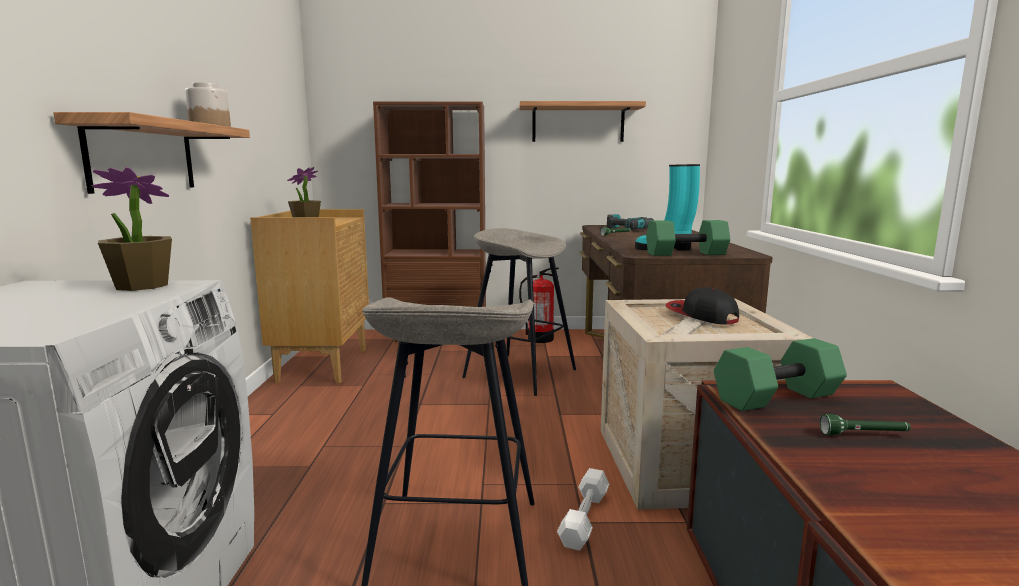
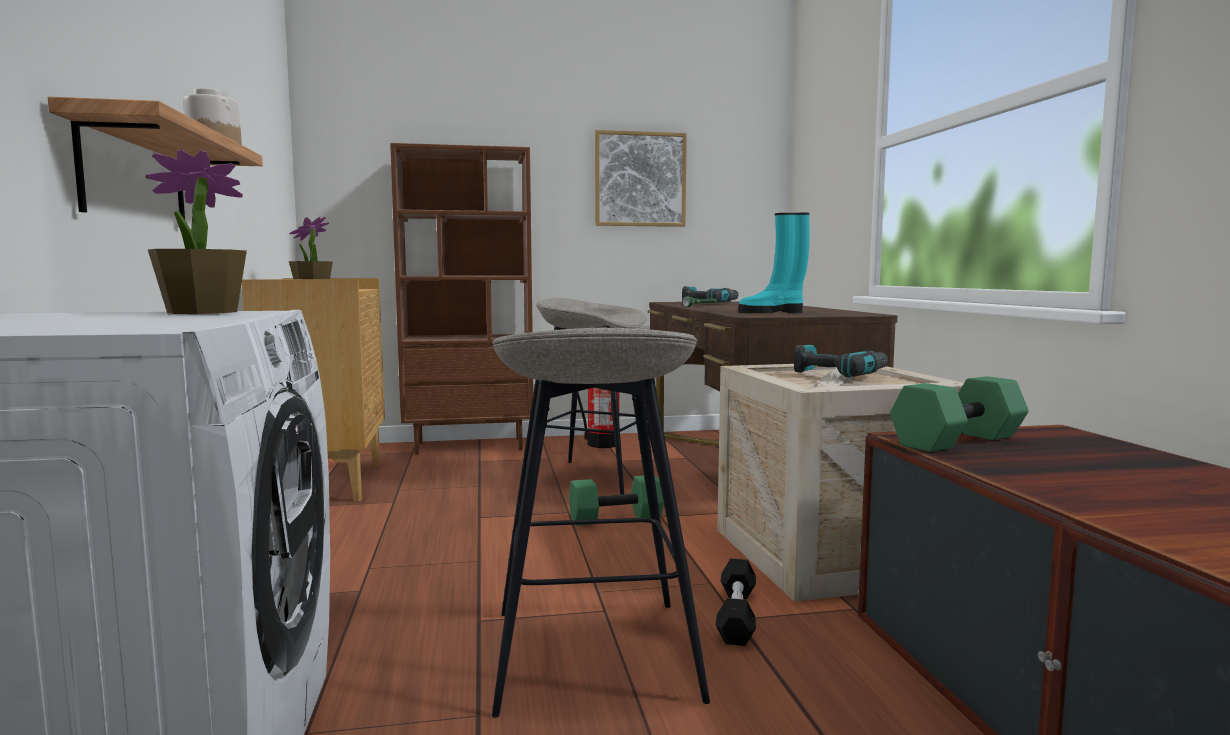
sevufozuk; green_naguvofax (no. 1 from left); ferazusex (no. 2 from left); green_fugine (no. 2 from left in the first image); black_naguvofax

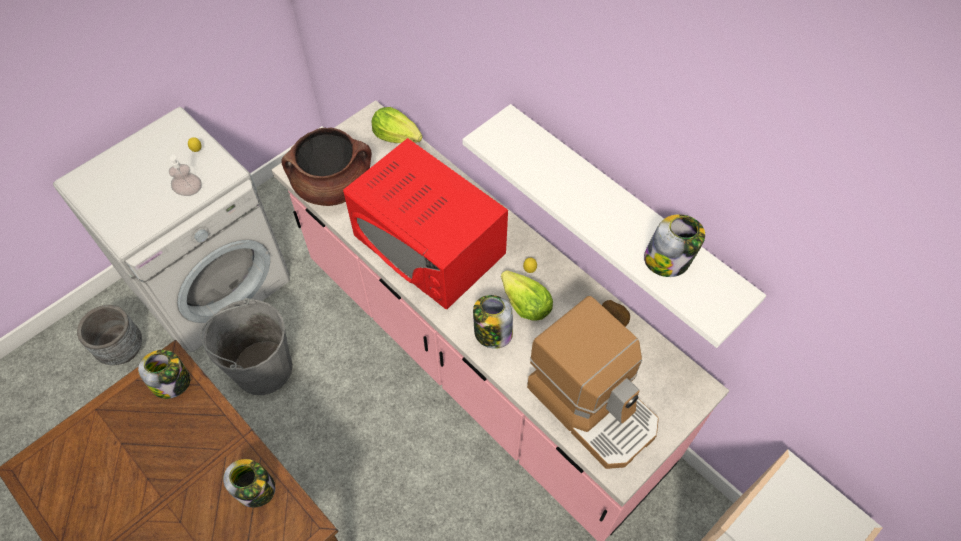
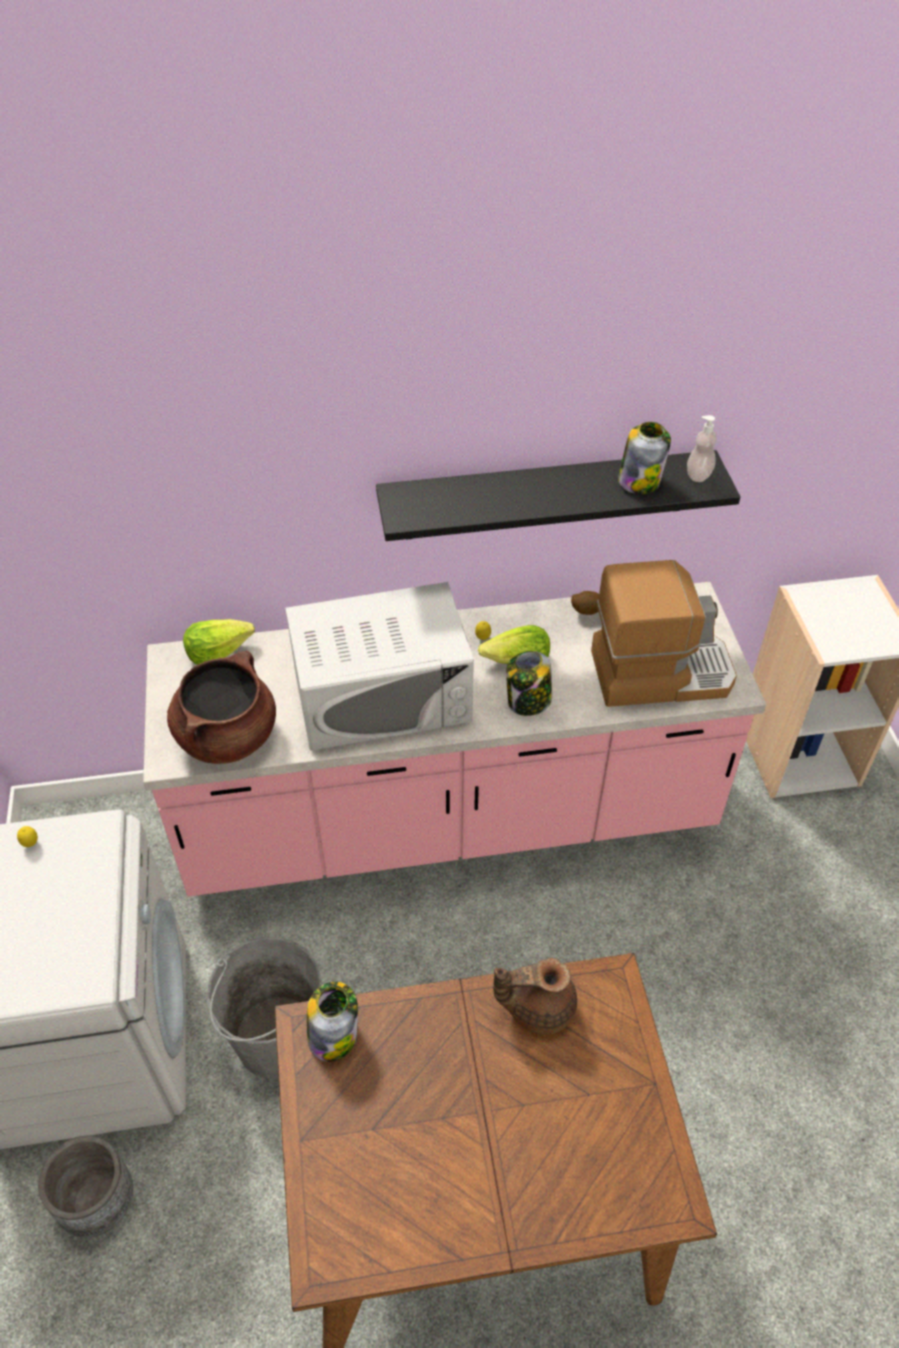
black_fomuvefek; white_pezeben; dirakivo; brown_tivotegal

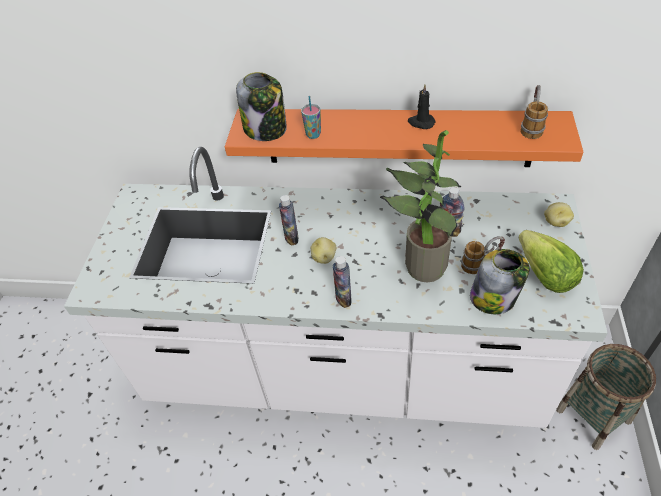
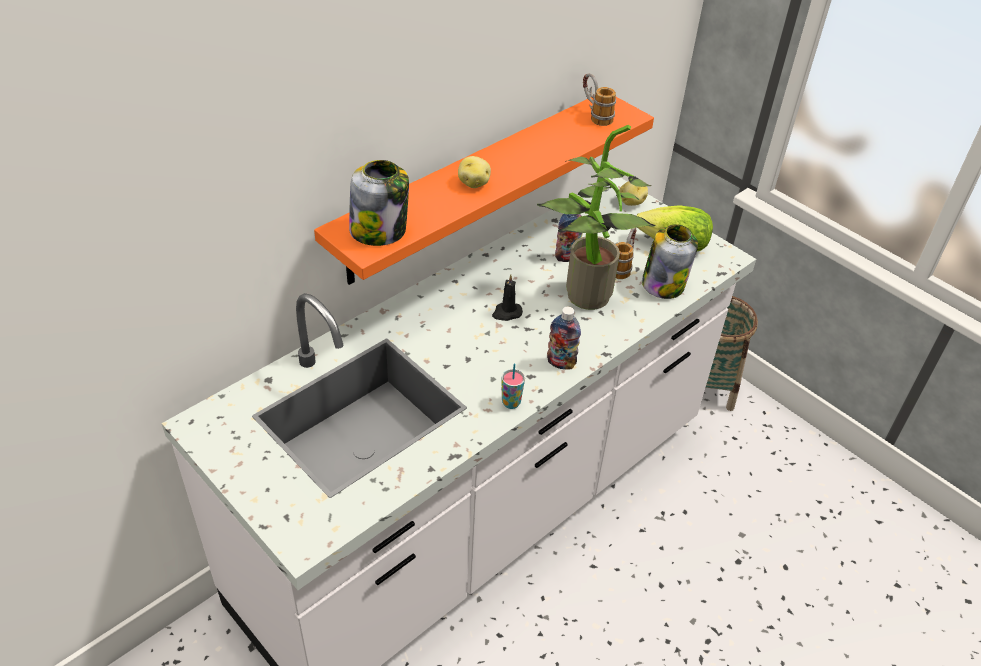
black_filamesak; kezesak; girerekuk (no. 1 from left in the first image); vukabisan (no. 1 from left)

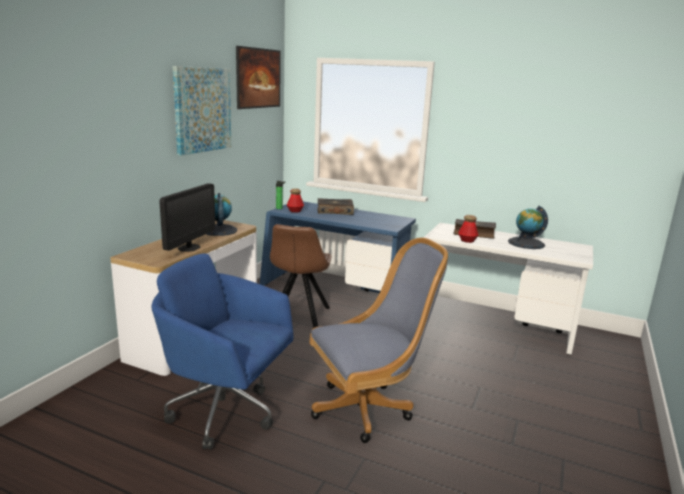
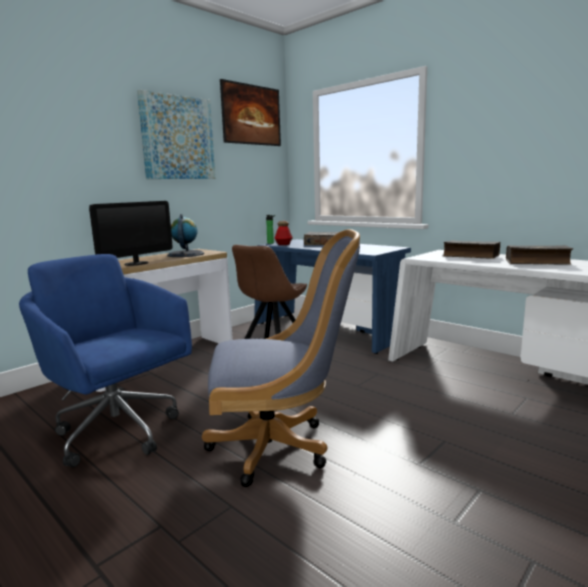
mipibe (no. 3 from left); girerekuk (no. 3 from left in the first image)

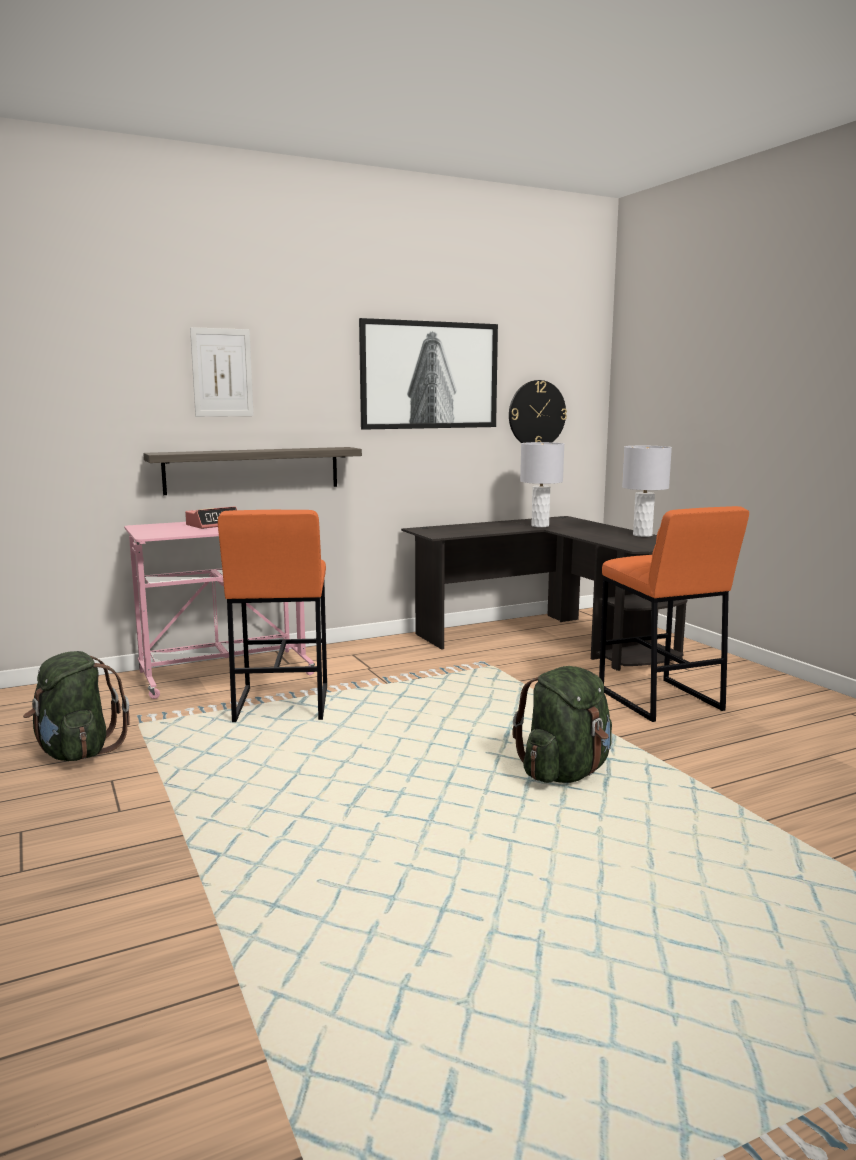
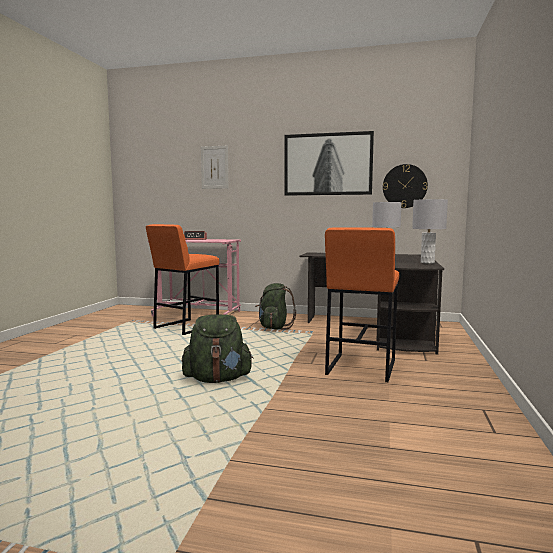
fomuvefek; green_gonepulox (no. 2 from left)

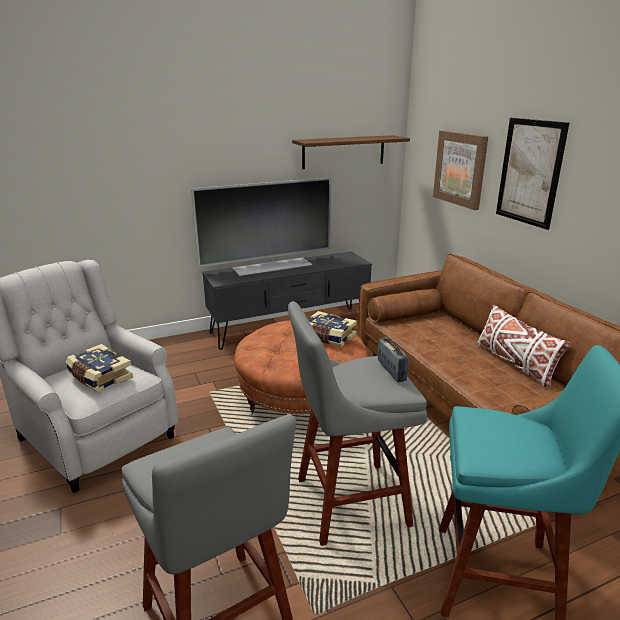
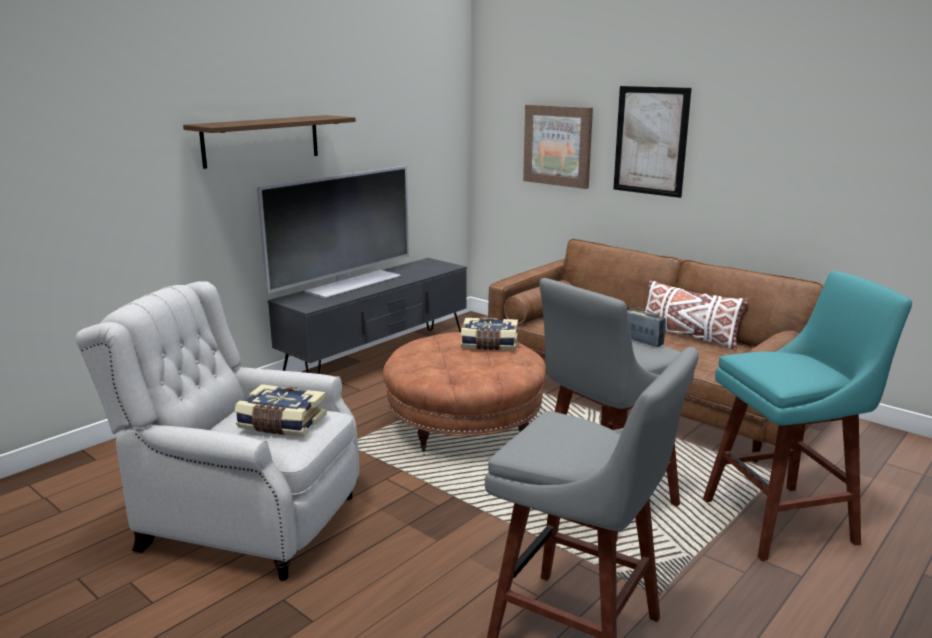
fomuvefek

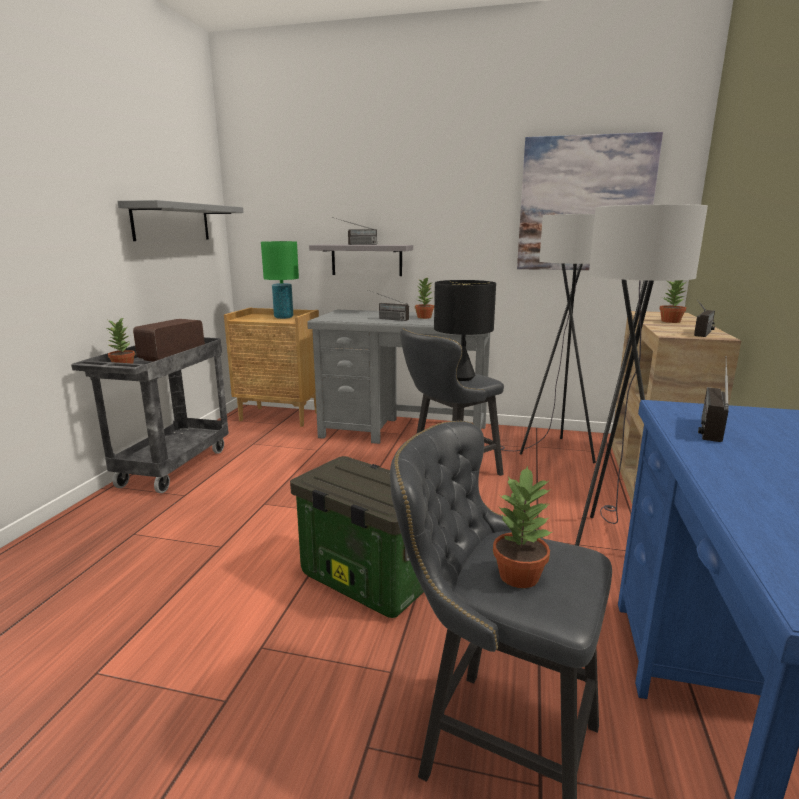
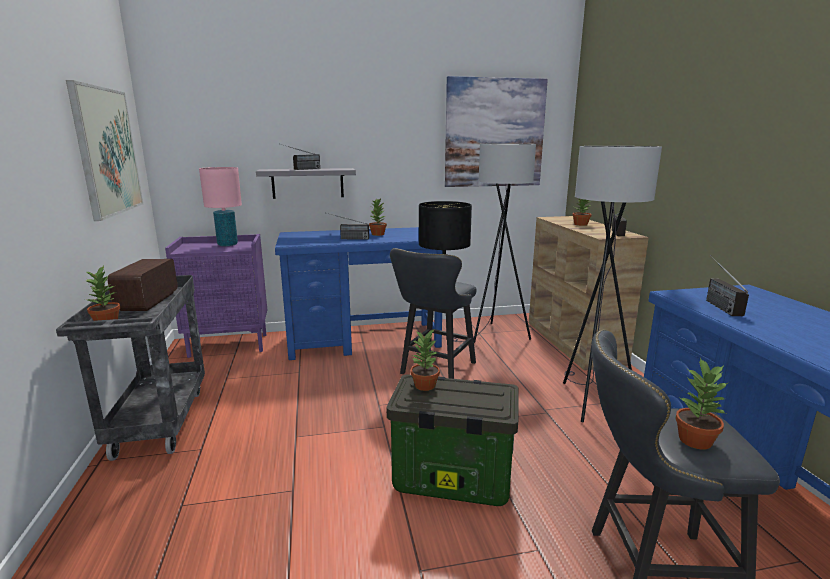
sevufozuk (no. 1 from left); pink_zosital; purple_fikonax; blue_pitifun (no. 1 from left); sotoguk (no. 3 from left)

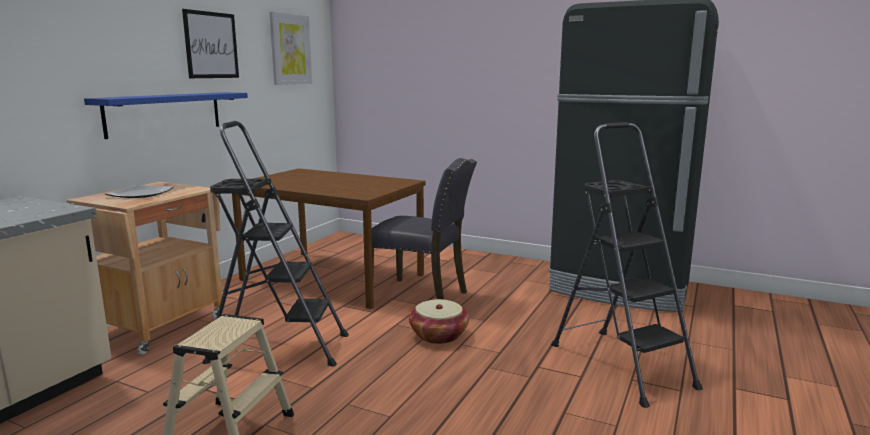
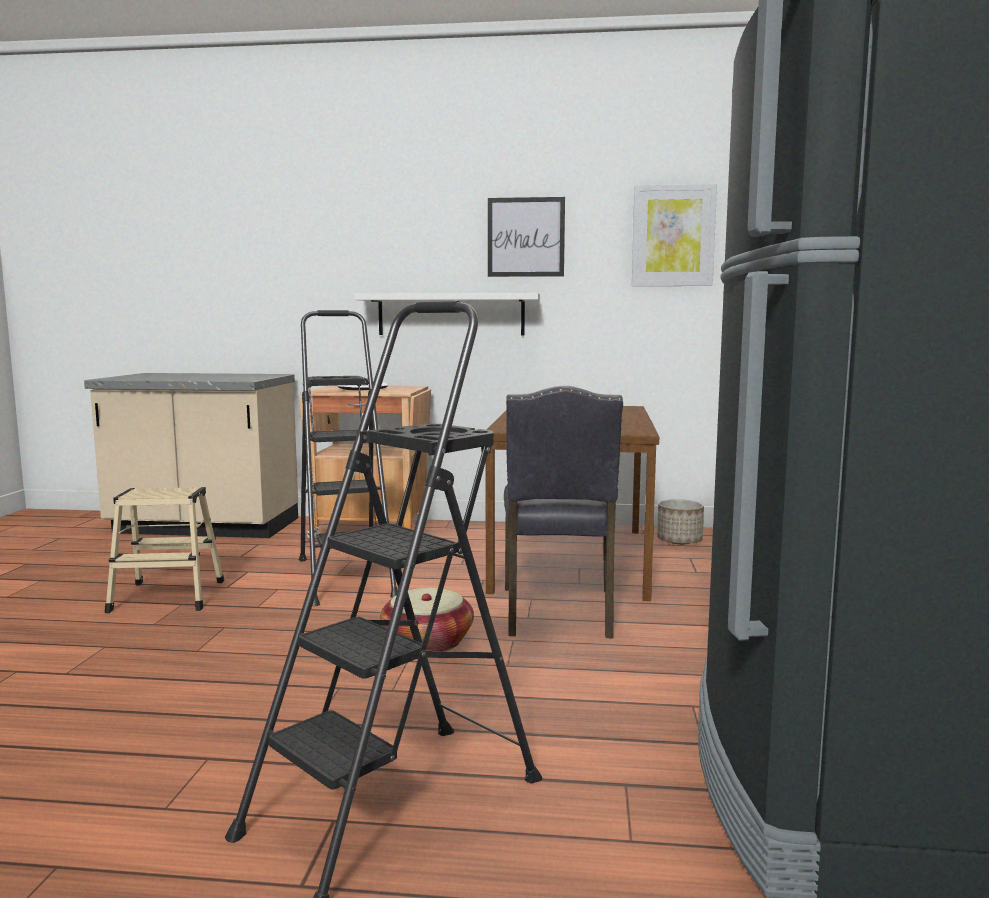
white_fomuvefek; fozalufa

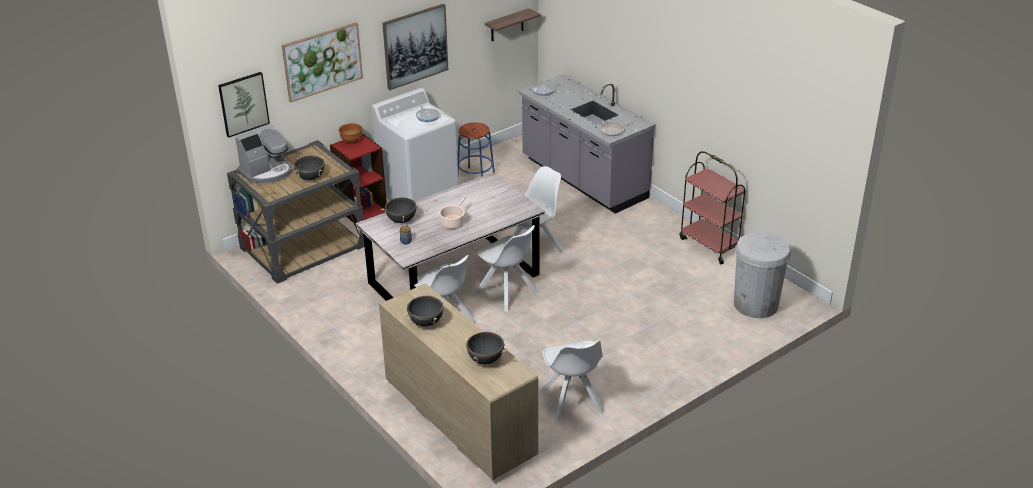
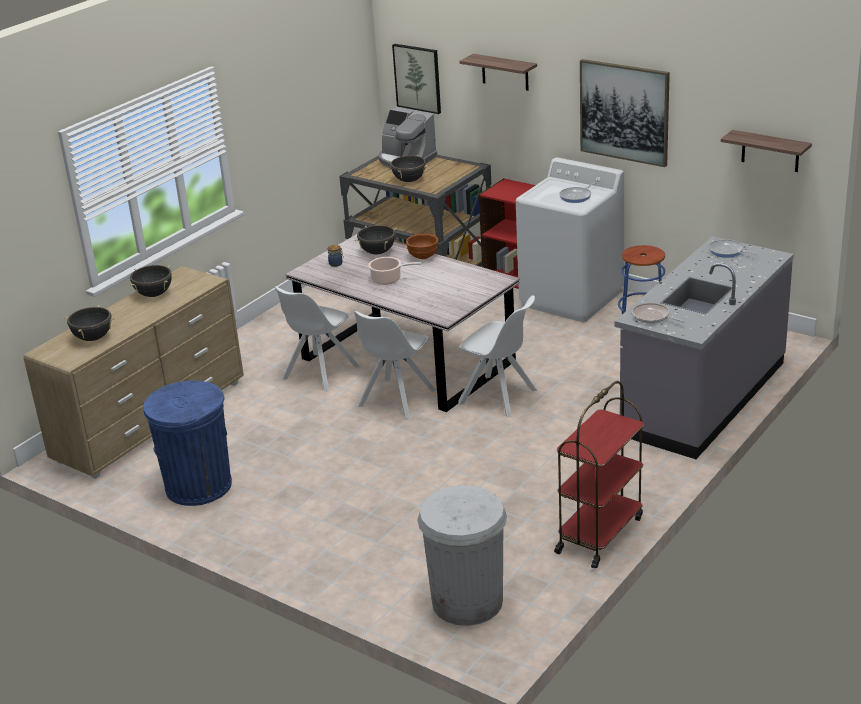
fomuvefek (no. 1 from left); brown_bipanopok; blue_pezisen

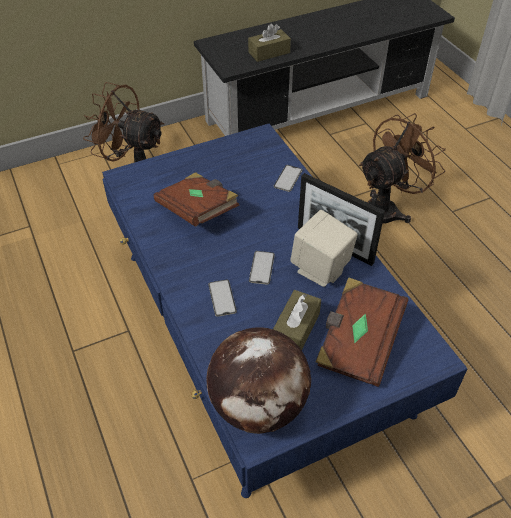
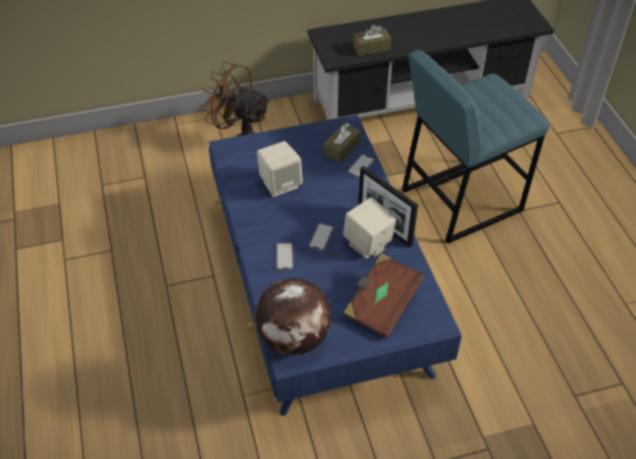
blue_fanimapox; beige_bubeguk (no. 1 from left); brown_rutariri (no. 1 from left)

